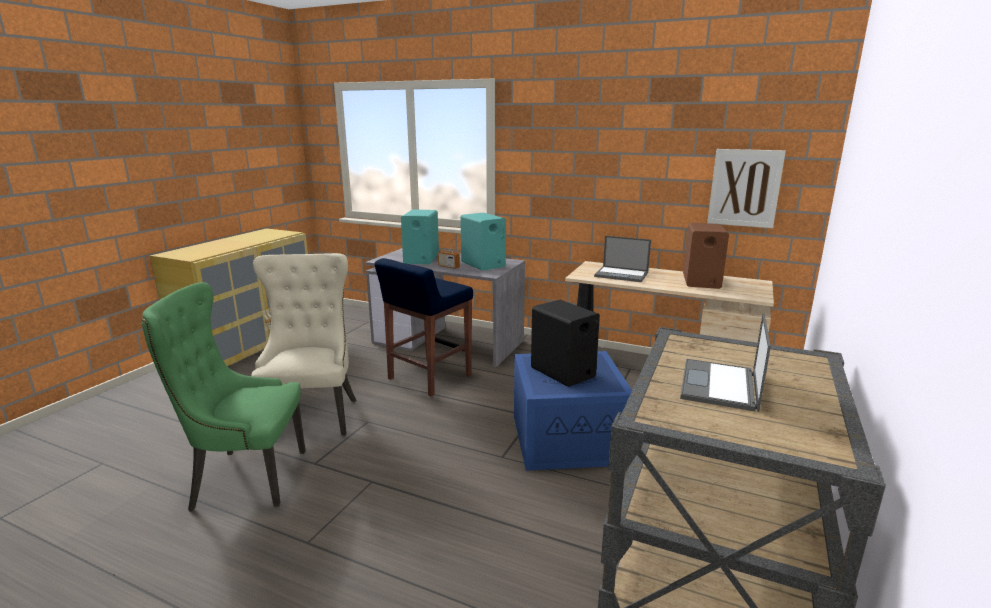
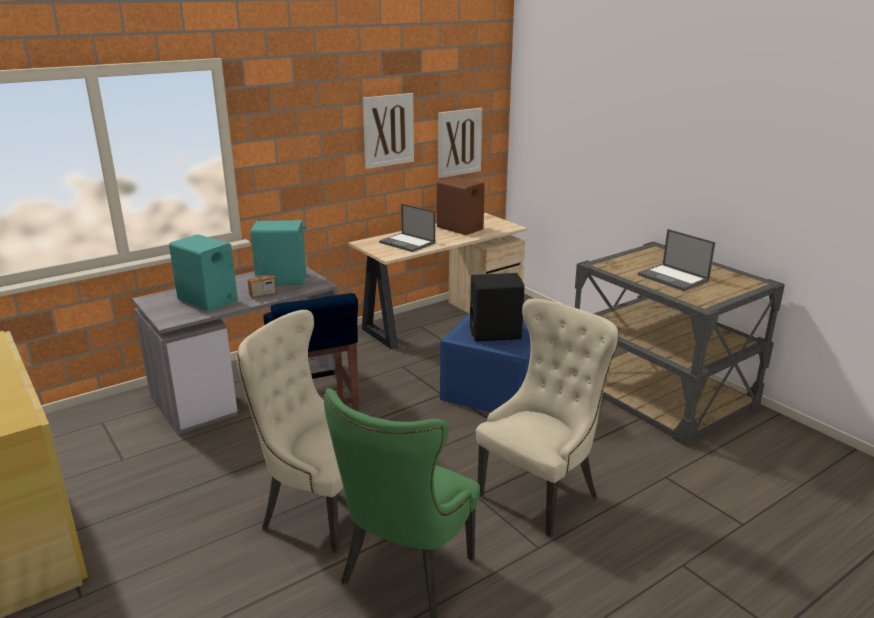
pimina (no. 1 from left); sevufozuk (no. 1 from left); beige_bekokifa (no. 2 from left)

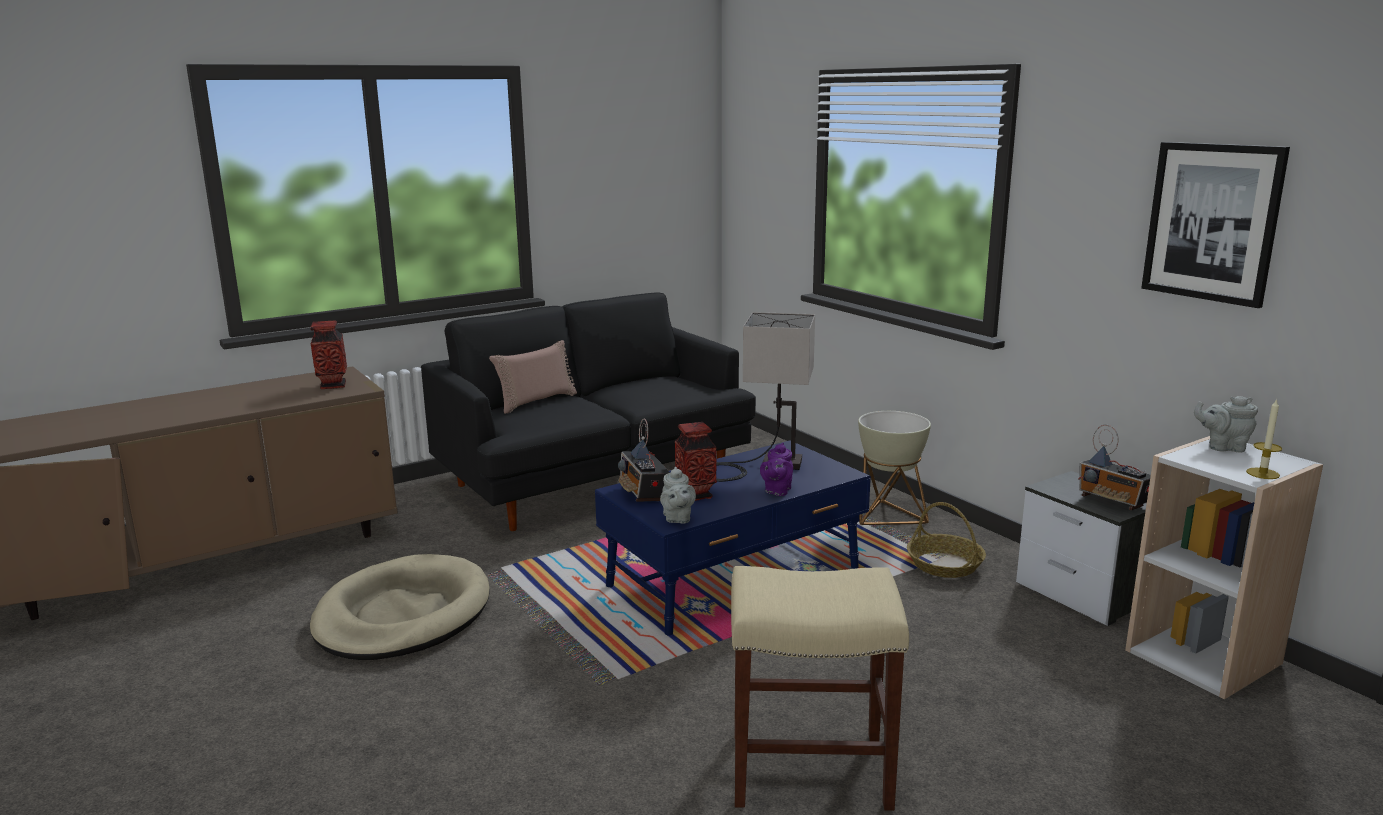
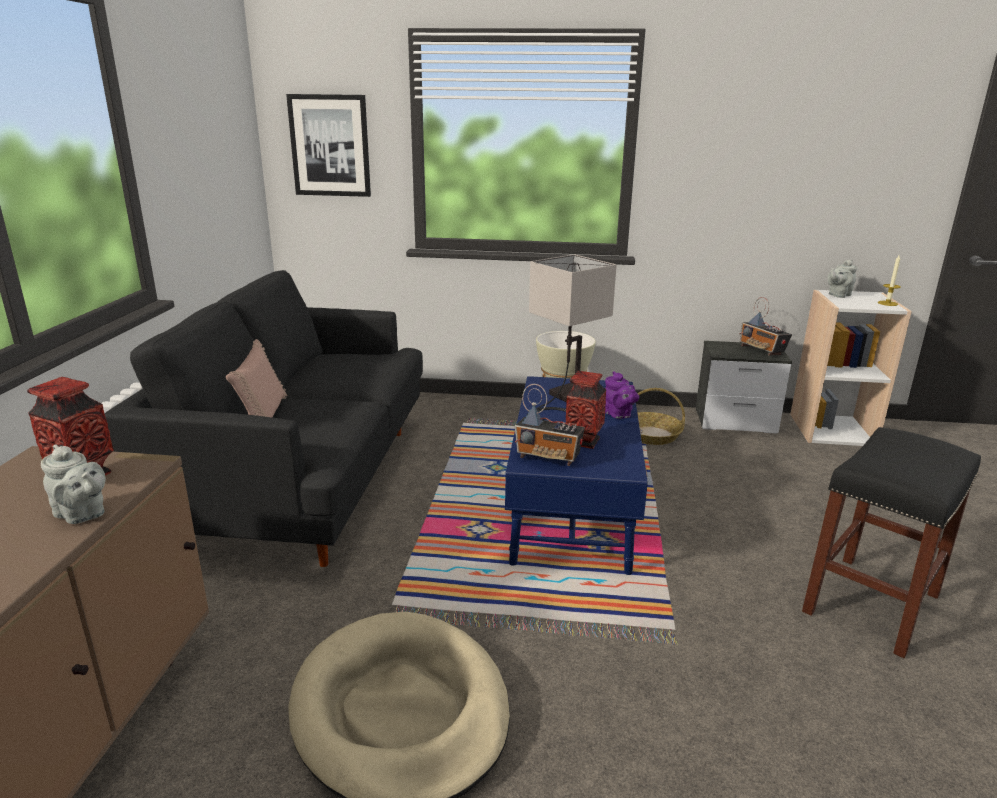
sevufozuk; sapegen (no. 2 from left); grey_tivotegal (no. 1 from left); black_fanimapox

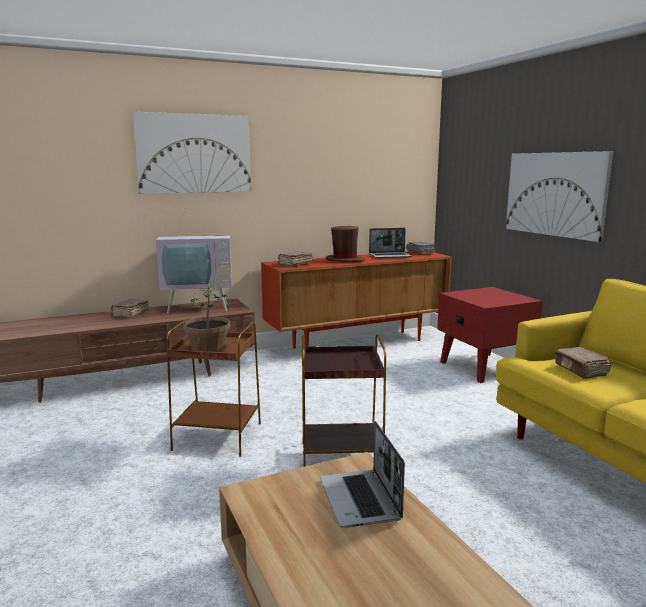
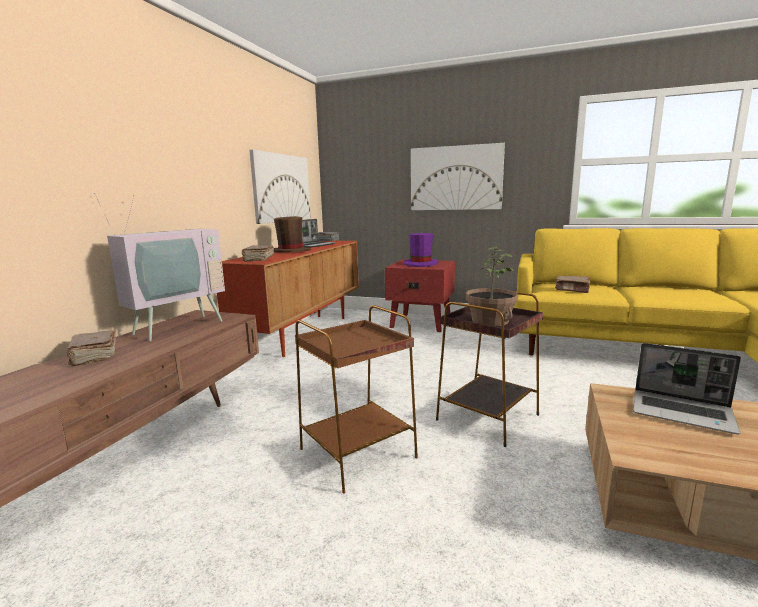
sevufozuk (no. 1 from left); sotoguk; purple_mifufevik

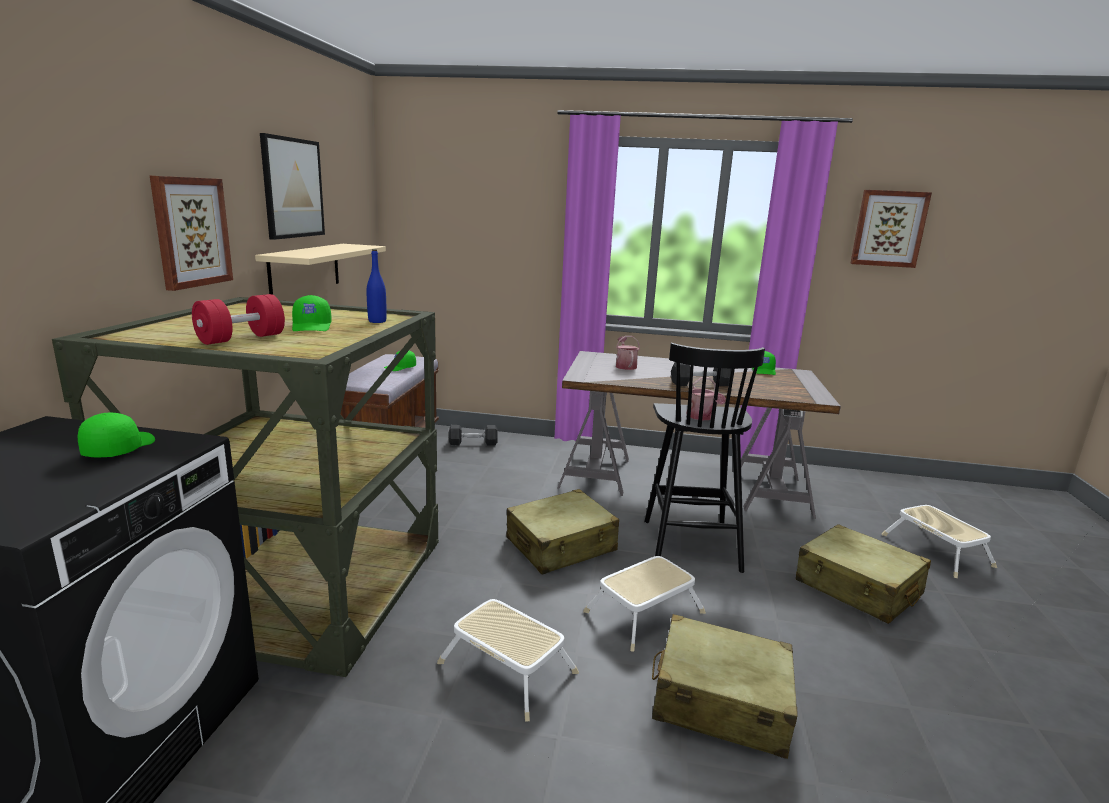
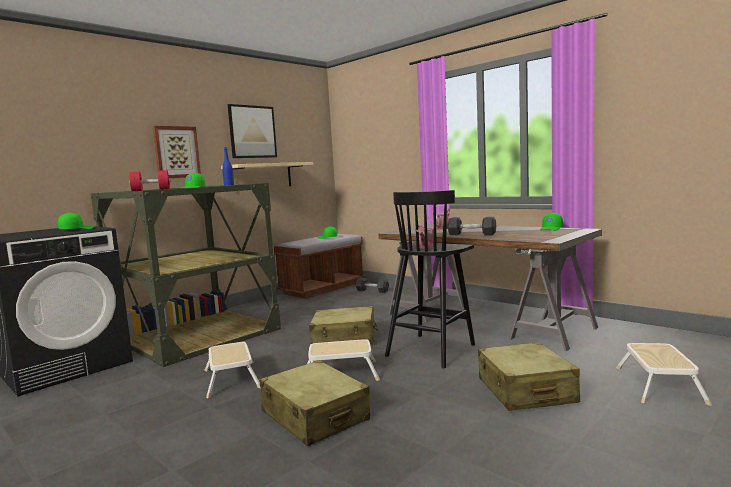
sevufozuk (no. 3 from left in the first image)

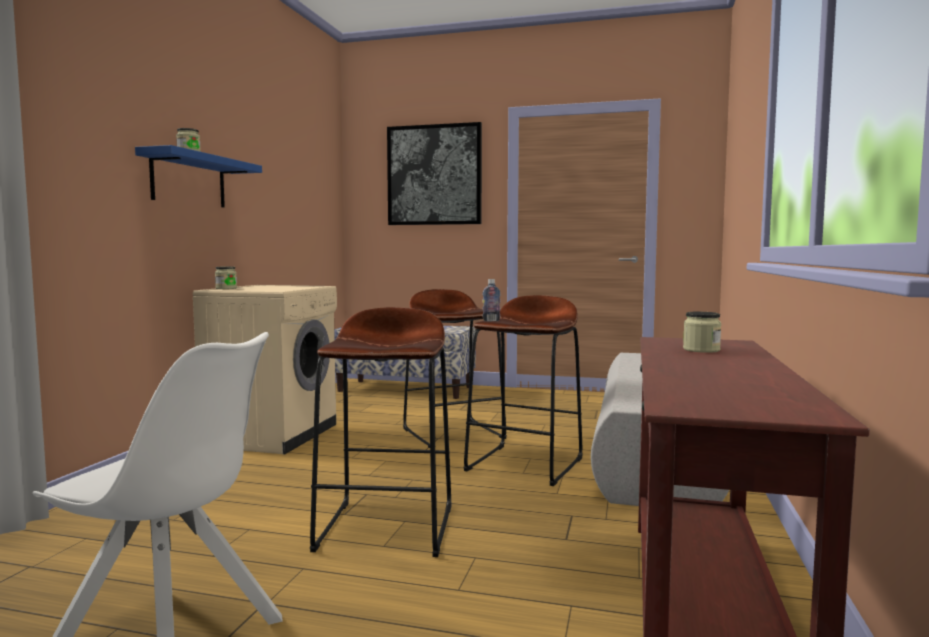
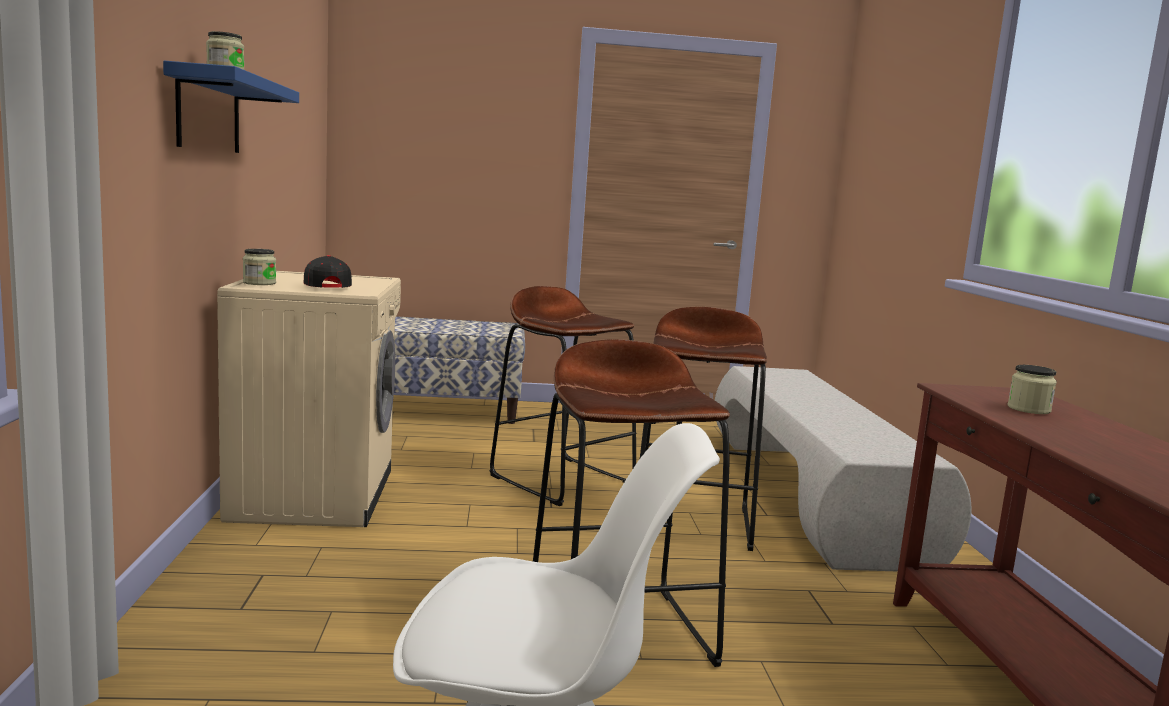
sevufozuk; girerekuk; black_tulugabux

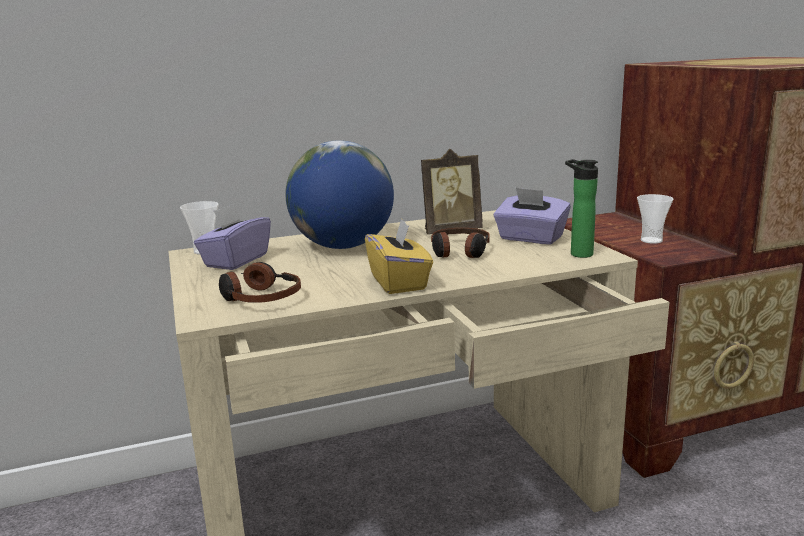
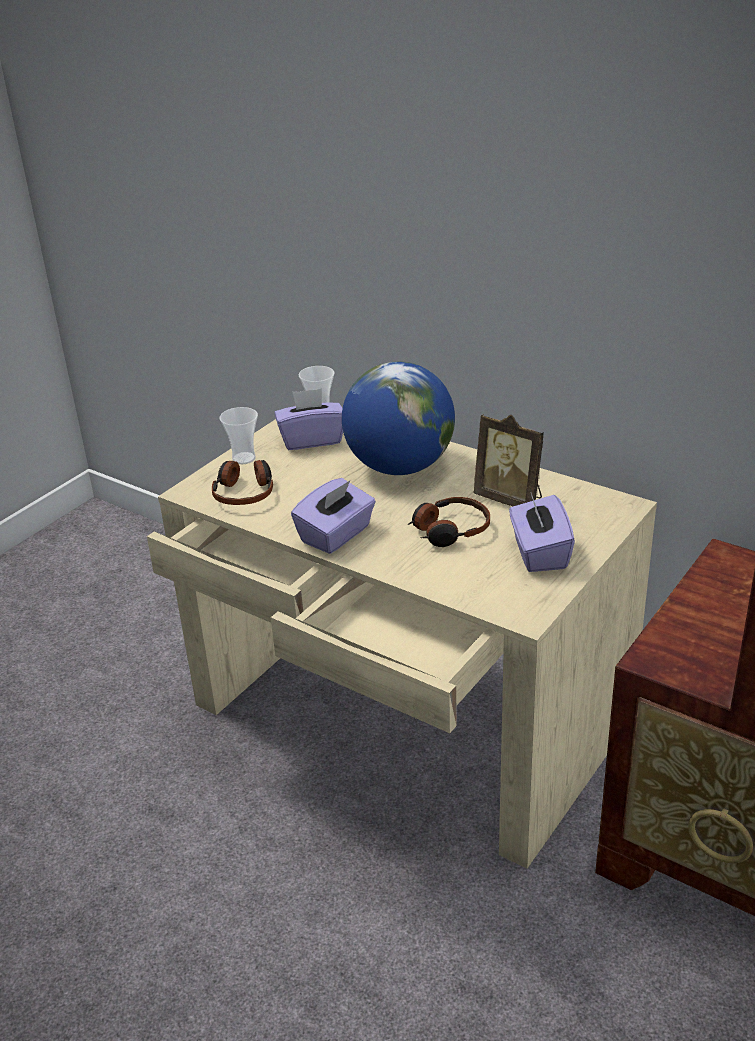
girerekuk; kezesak (no. 1 from left); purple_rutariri (no. 2 from left)

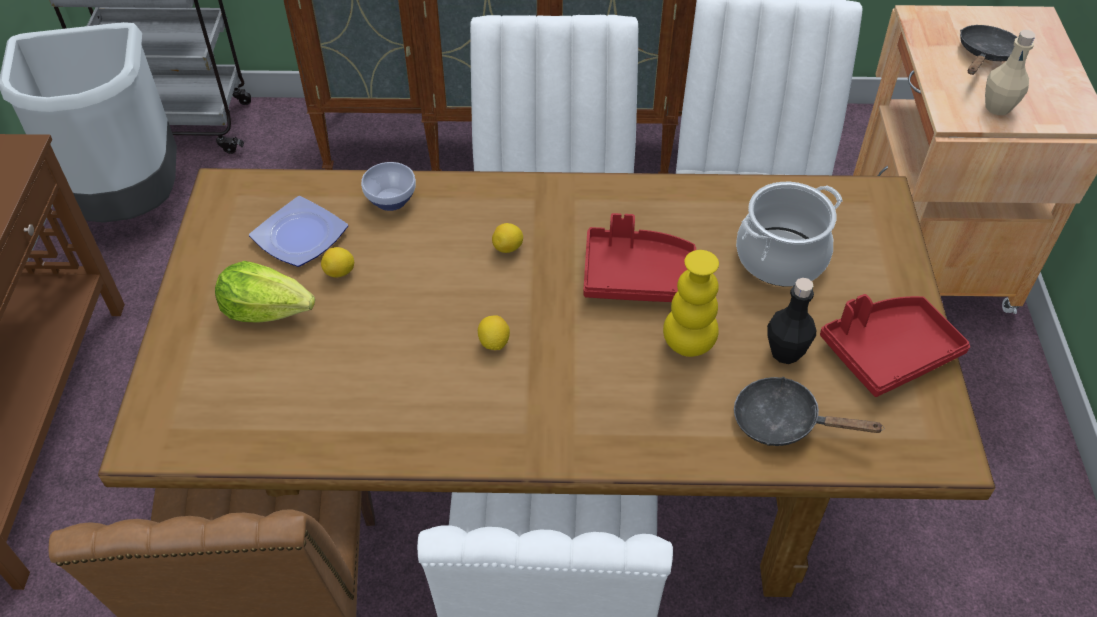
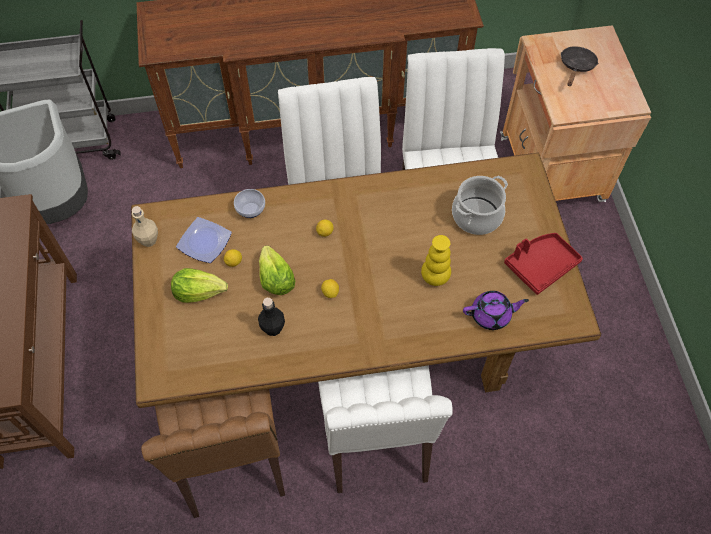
beige_girerekuk; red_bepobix (no. 1 from left in the first image); black_girerekuk; purple_tivotegal; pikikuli (no. 2 from left)

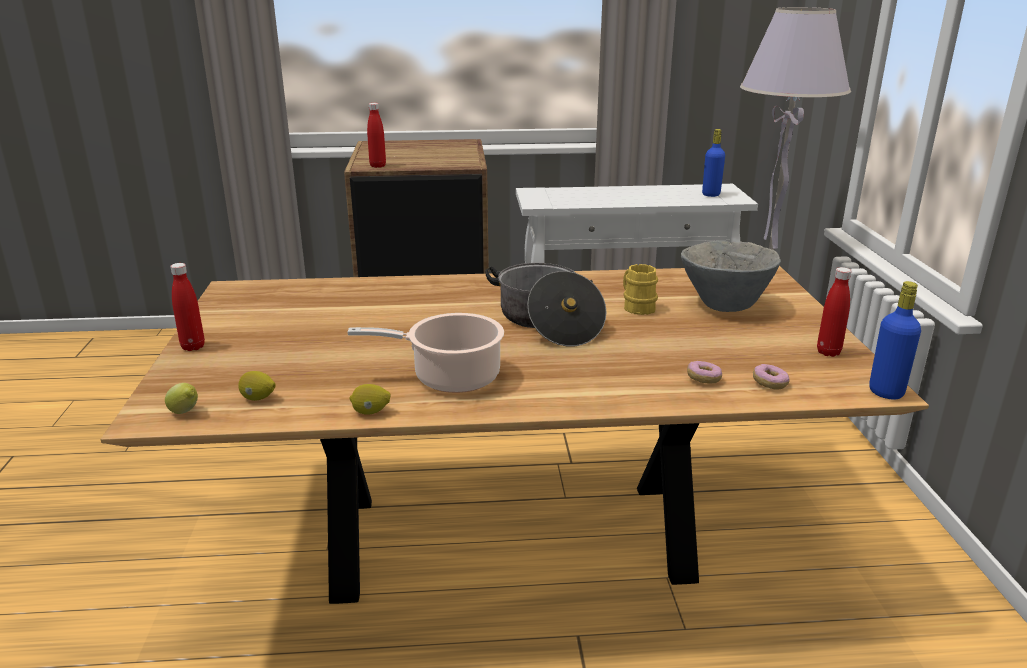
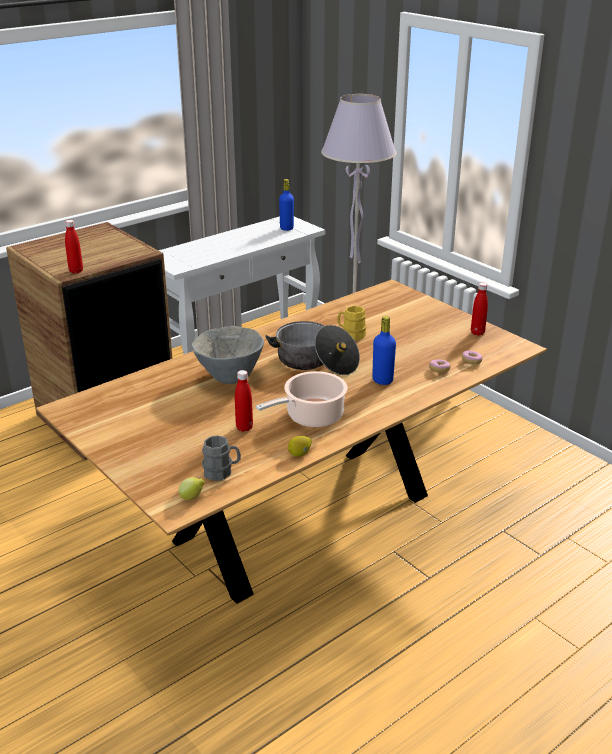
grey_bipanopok; red_girerekuk (no. 2 from left); blue_girerekuk (no. 2 from left); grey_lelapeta

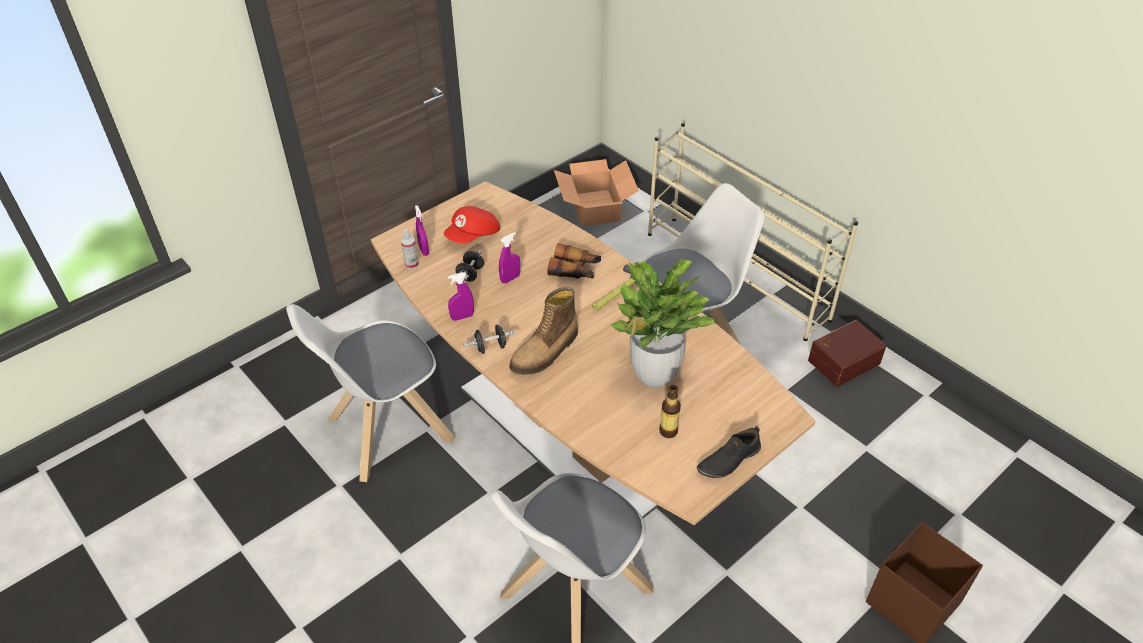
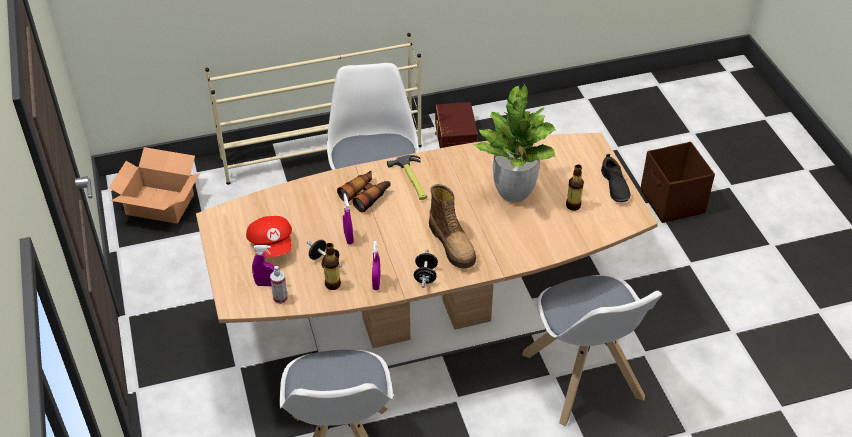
girerekuk (no. 1 from left)

